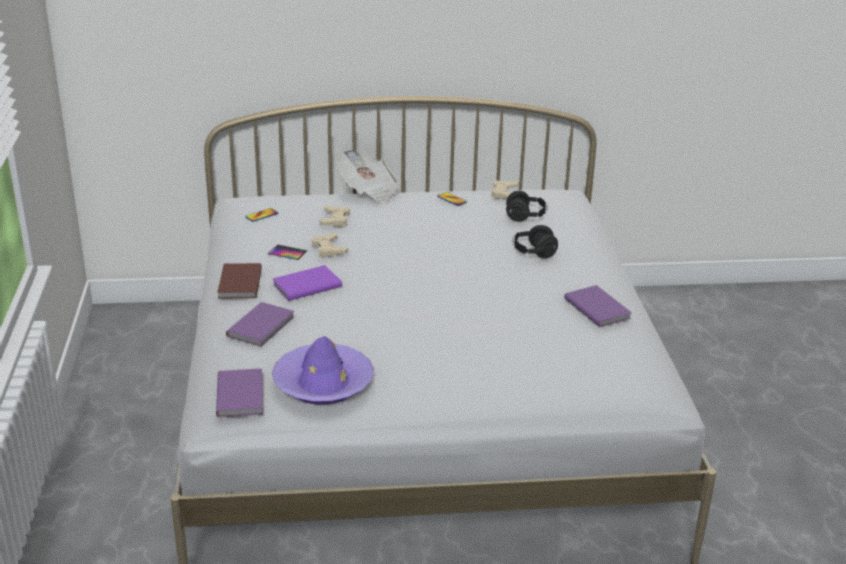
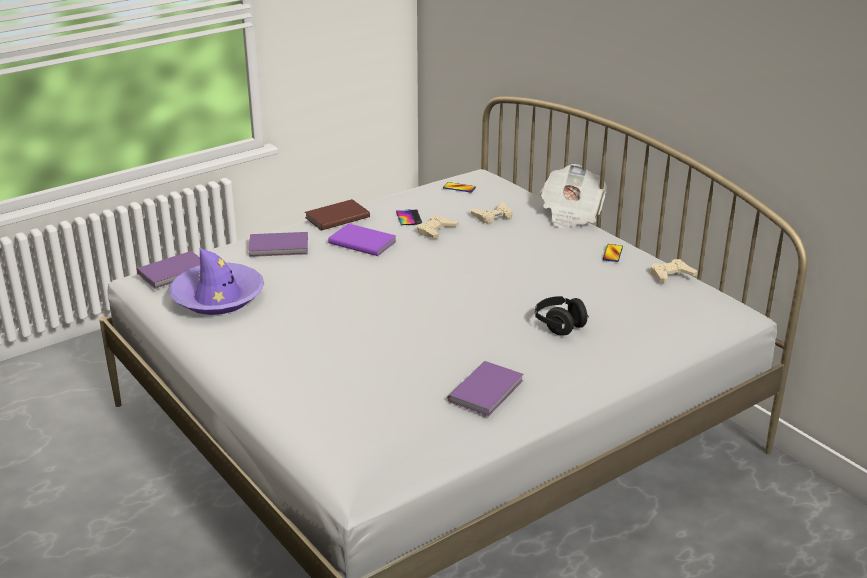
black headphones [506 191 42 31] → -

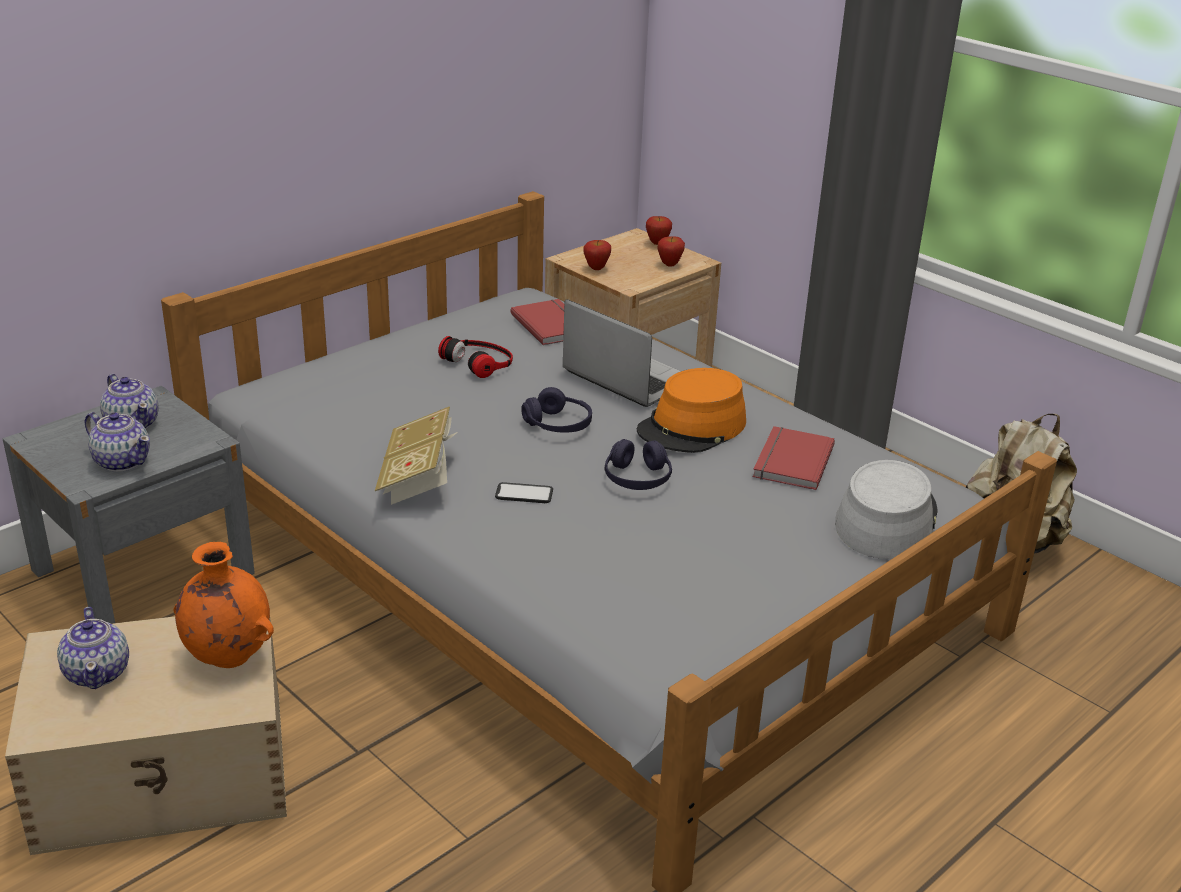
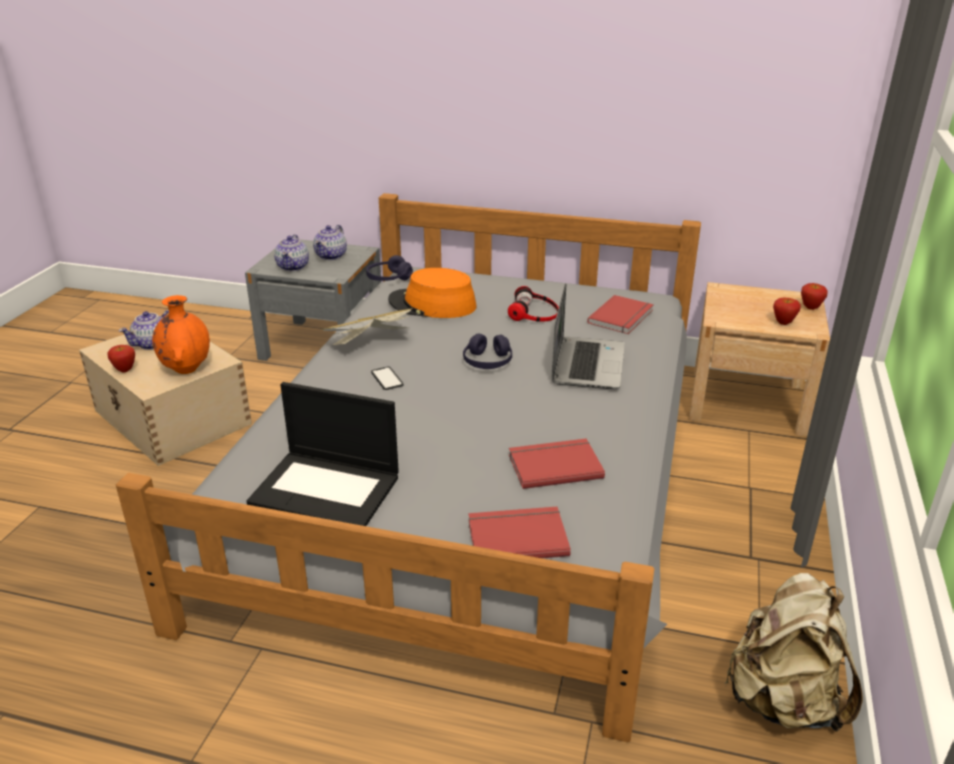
apple [583 240 28 30] → apple [107 345 28 27], shifted
orange-coloured clothing hat [637 368 109 85] → orange-coloured clothing hat [388 268 89 50], shifted
purple headphones [604 439 68 51] → purple headphones [366 255 47 26], shifted
greyish clothing hat [835 460 103 99] → reddish bound book [468 507 103 51]
- → portable computer [246 382 153 144]

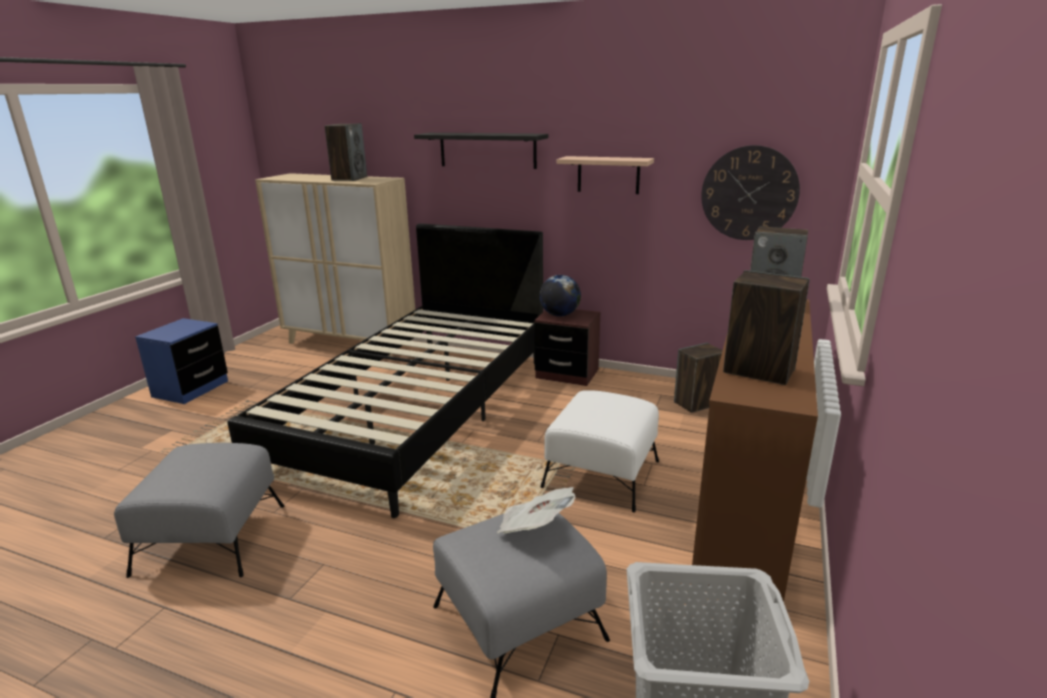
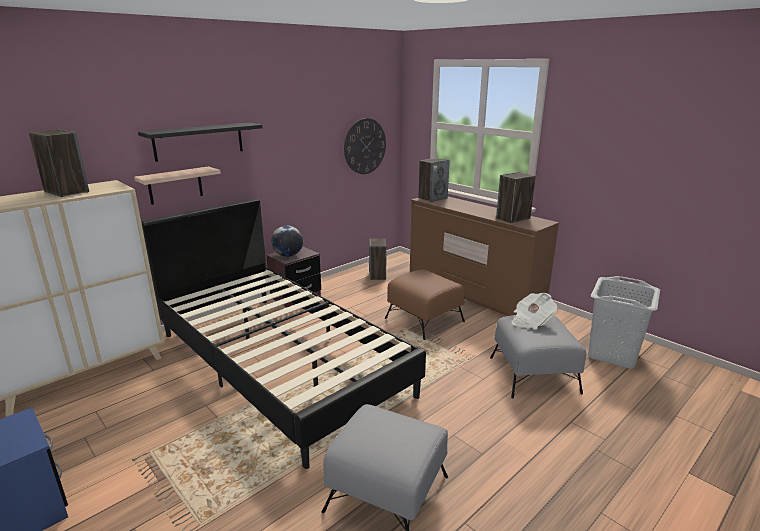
bracket shelf [557 156 97 38] → bracket shelf [134 166 87 39], shifted
whitish footrest [541 390 118 122] → brownish footrest [385 270 80 70]

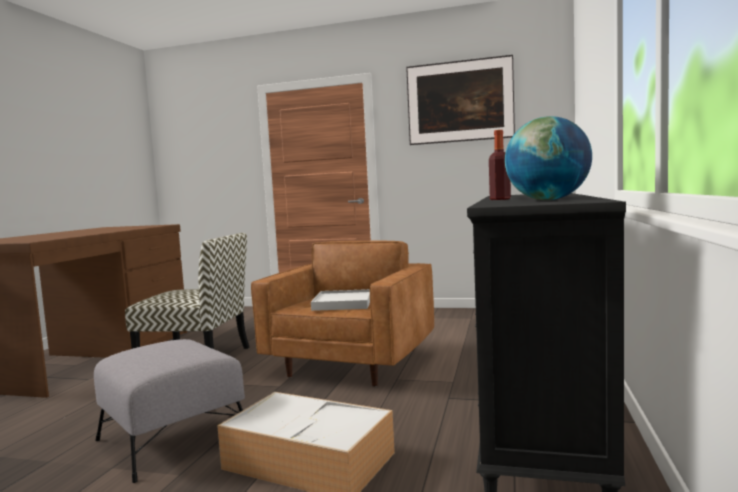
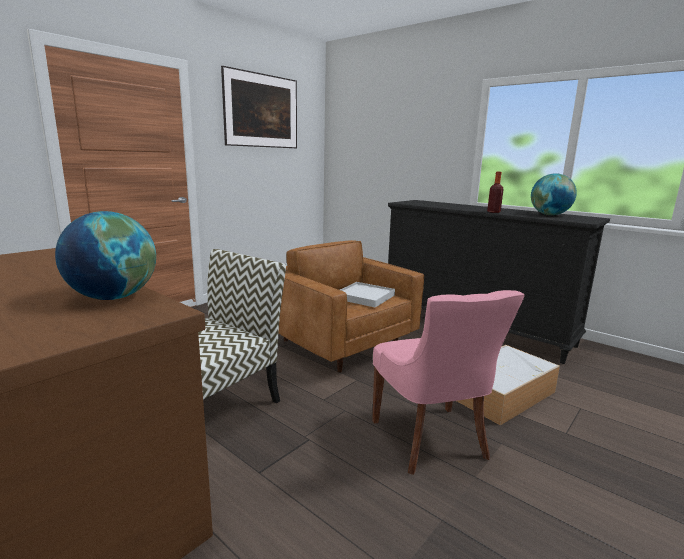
greyish footrest [94 339 151 144] → pink-coloured chair [372 290 153 185]
- → globe [55 211 101 89]

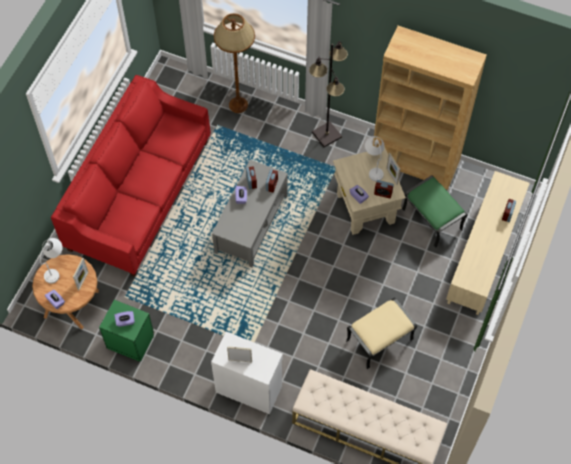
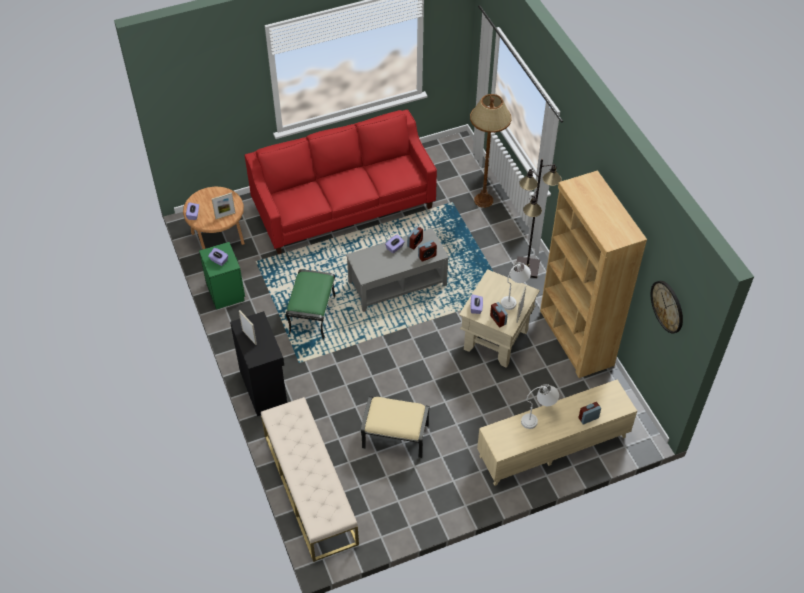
green footrest [402 175 65 73] → green footrest [286 269 50 70], shifted
whitish table lamp [40 238 23 46] → whitish table lamp [521 384 38 45], shifted
whitish storage cabinet [211 332 72 82] → black storage cabinet [230 311 57 105]
- → clock on the wall [651 281 32 53]

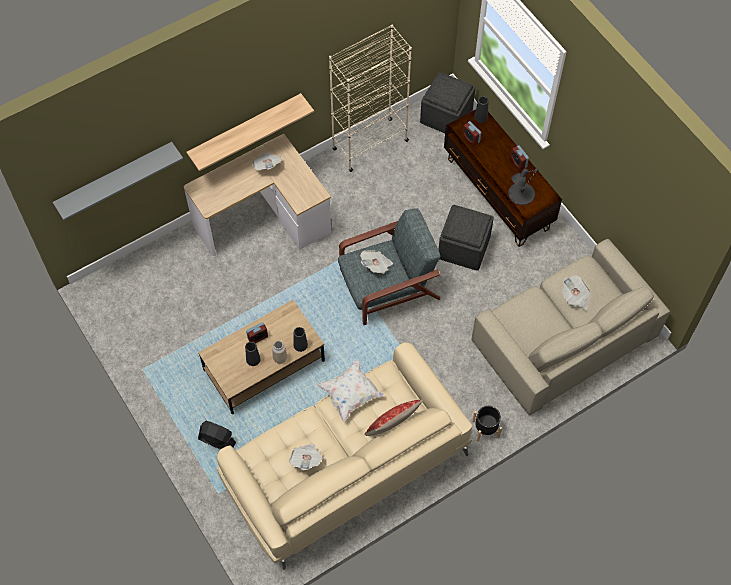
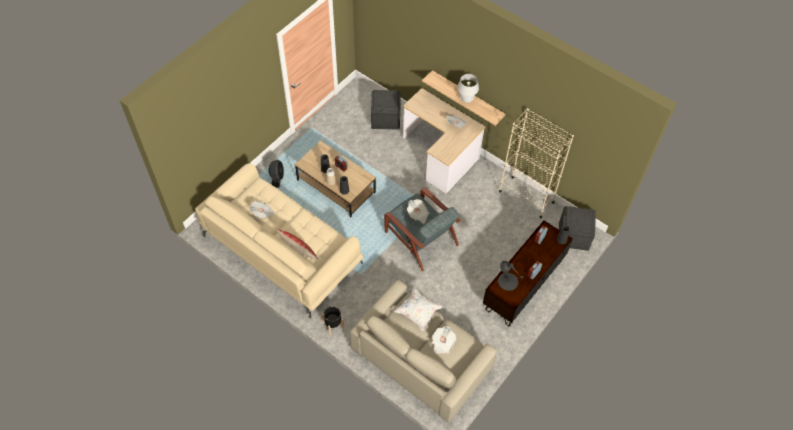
greyish bracket shelf [53 142 130 78] → -
greyish footrest [438 205 56 65] → greyish footrest [371 90 29 39], shifted
whitish pillow [316 360 68 62] → whitish pillow [394 287 48 44], shifted
- → whitish table lamp [457 74 22 29]

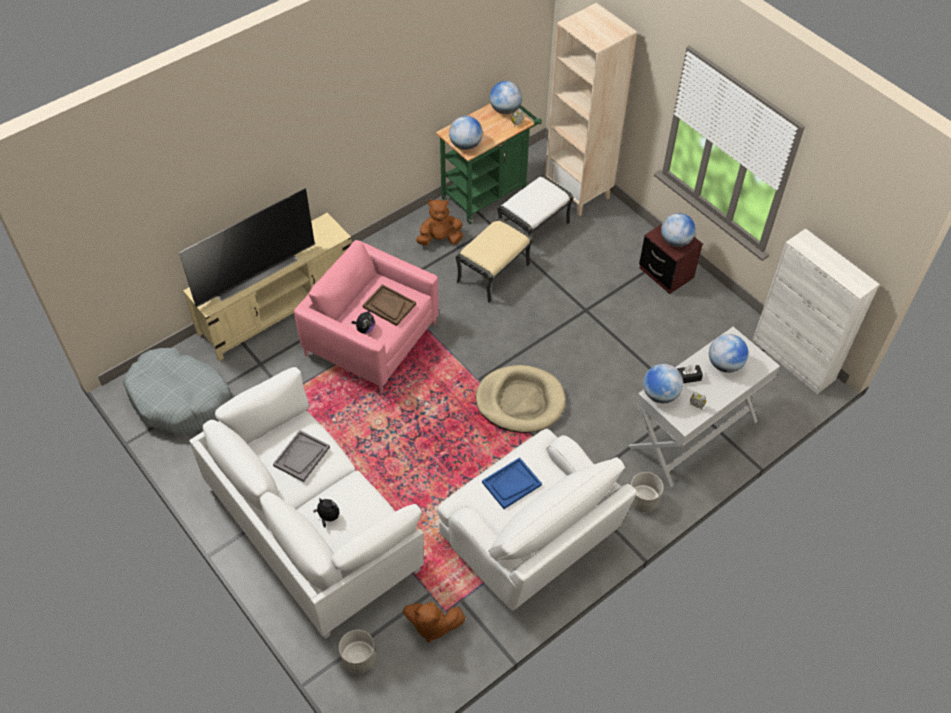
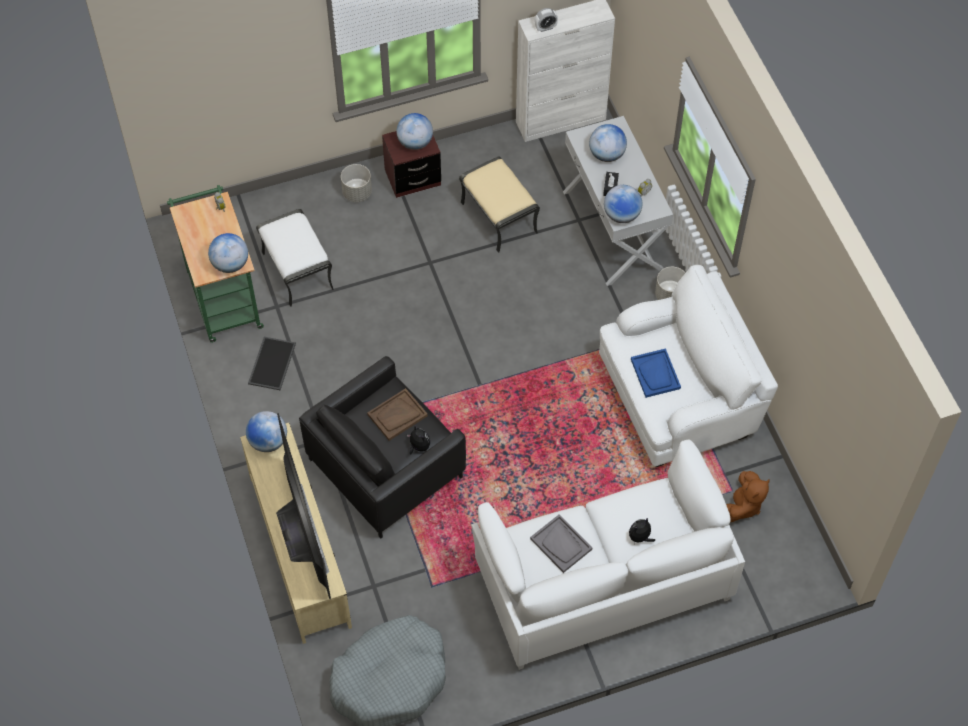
beige bookcase [545 3 92 213] → -
globe [490 81 32 33] → globe [246 411 41 41], shifted
brownish plush toy [416 200 47 46] → carrying tray [248 337 48 53]
beige footrest [456 218 77 85] → beige footrest [459 157 81 96], shifted
pink-coloured easy chair [294 240 145 154] → black easy chair [299 356 167 183]
beige dog bed [476 365 89 68] → -
greyish plant pot [339 630 37 44] → greyish plant pot [341 164 31 38], shifted
- → table clock [535 8 23 24]

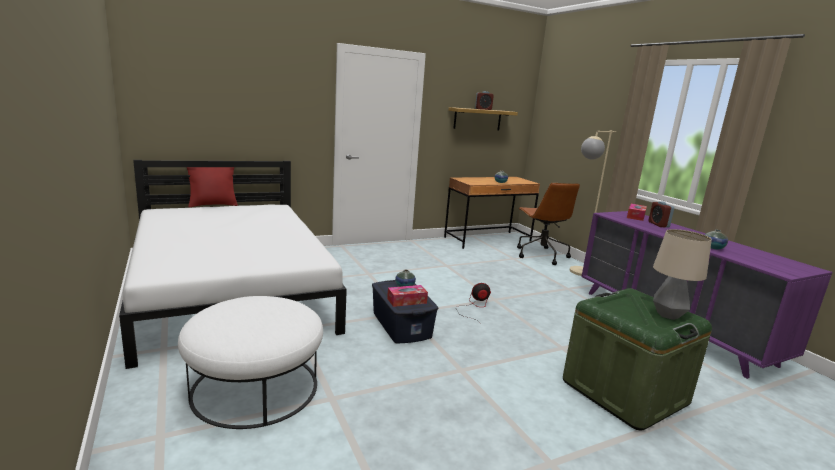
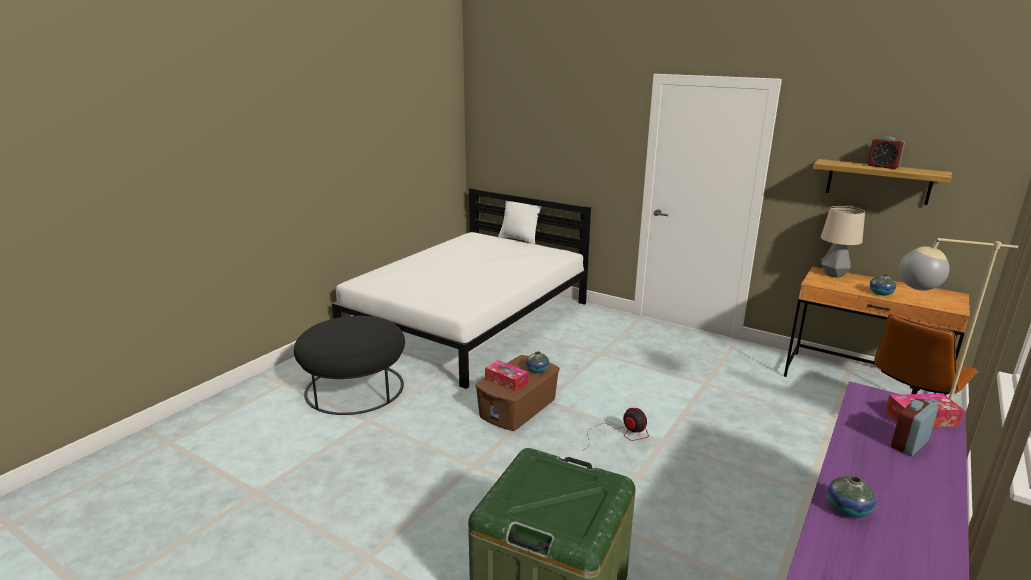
reddish pillow [187 167 51 40] → whitish pillow [498 201 44 44]
table lamp [653 229 59 91] → table lamp [821 206 44 72], shifted
bluish storage container [372 280 66 63] → brownish storage container [475 355 85 76]
whitish footrest [178 296 145 133] → black footrest [294 316 111 99]

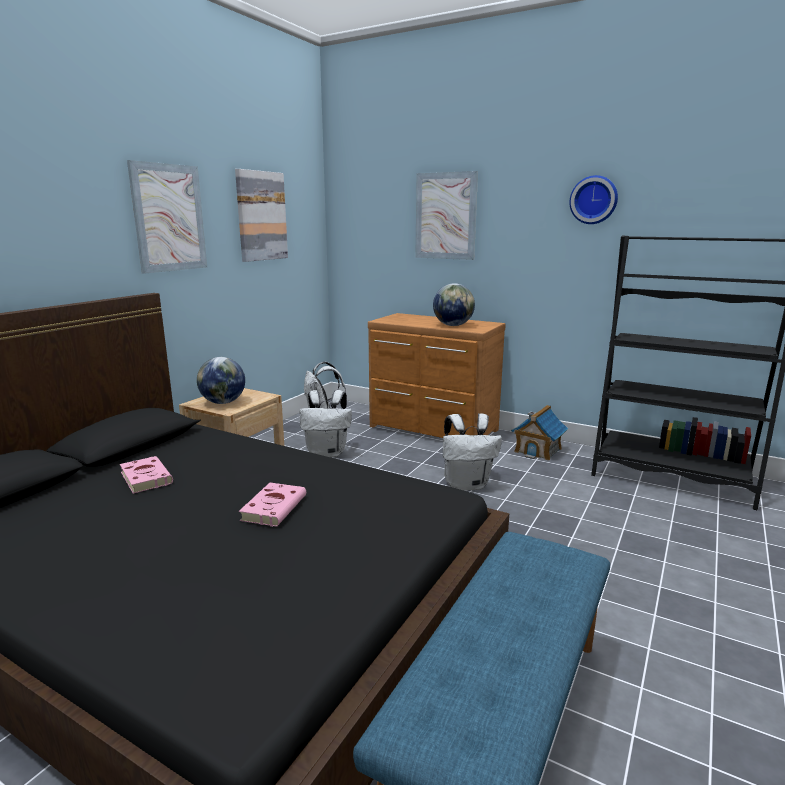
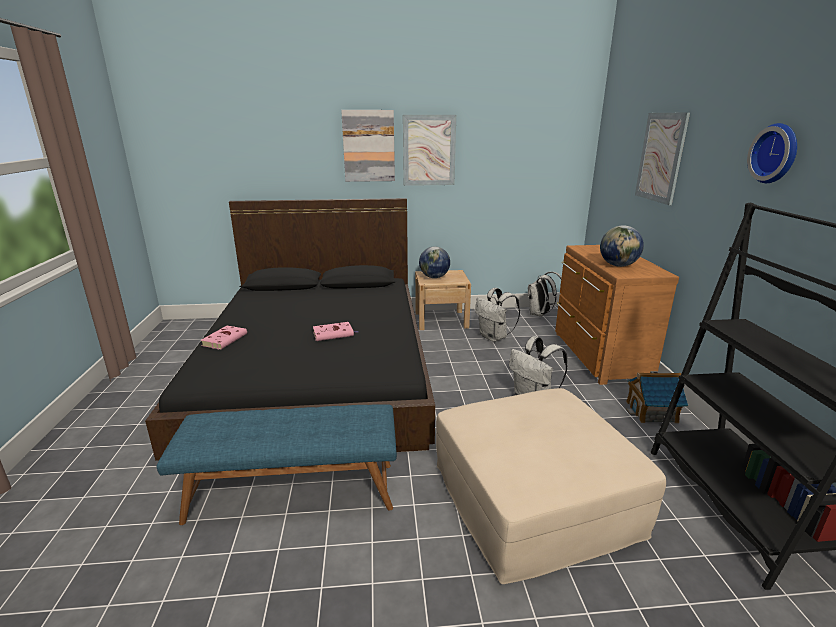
picture [235 169 53 93] → picture [341 110 54 72], shifted
pink-coloured bound book [120 456 53 38] → pink-coloured bound book [201 326 46 24], shifted
- → beige footrest [436 388 230 196]

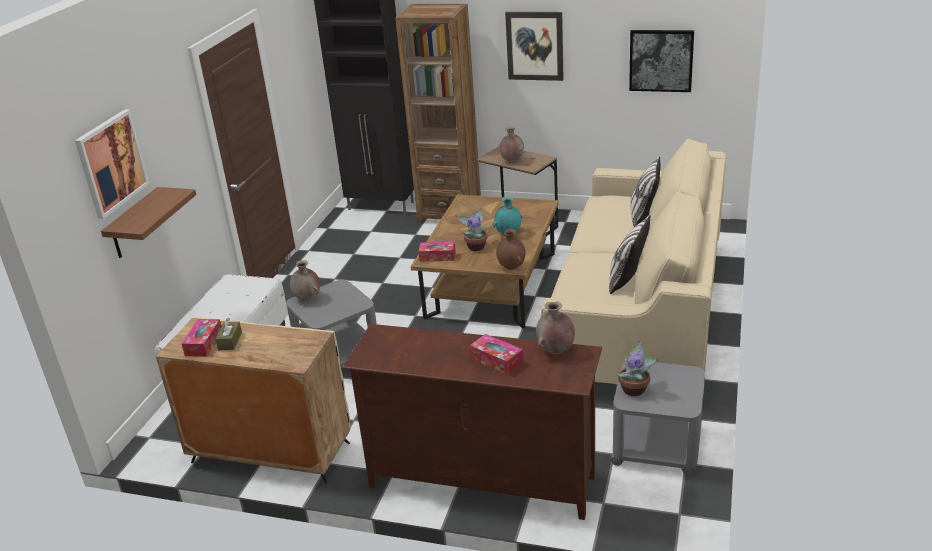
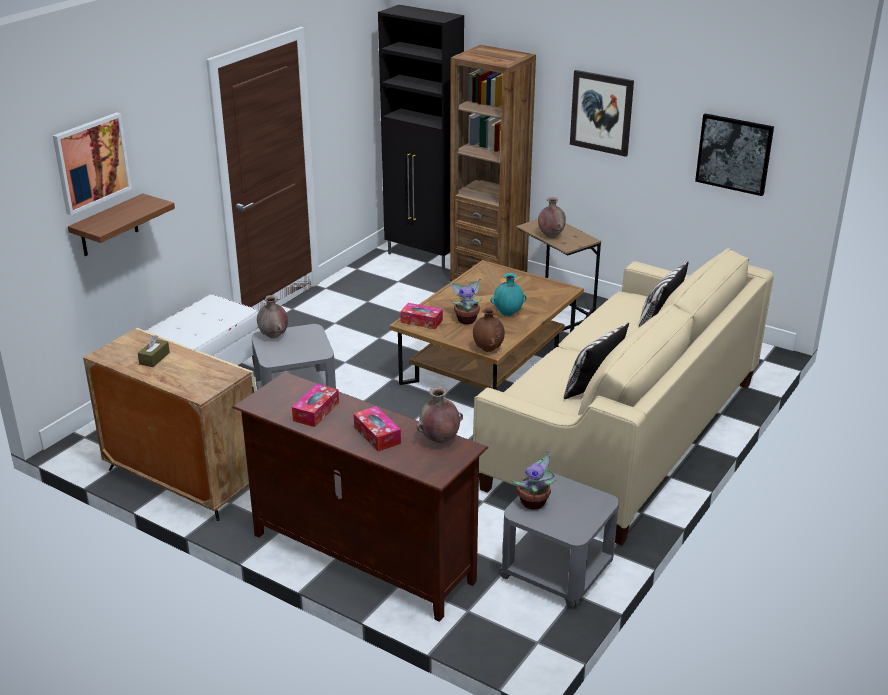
box of tissues [181 319 41 38] → box of tissues [292 384 47 43], shifted

